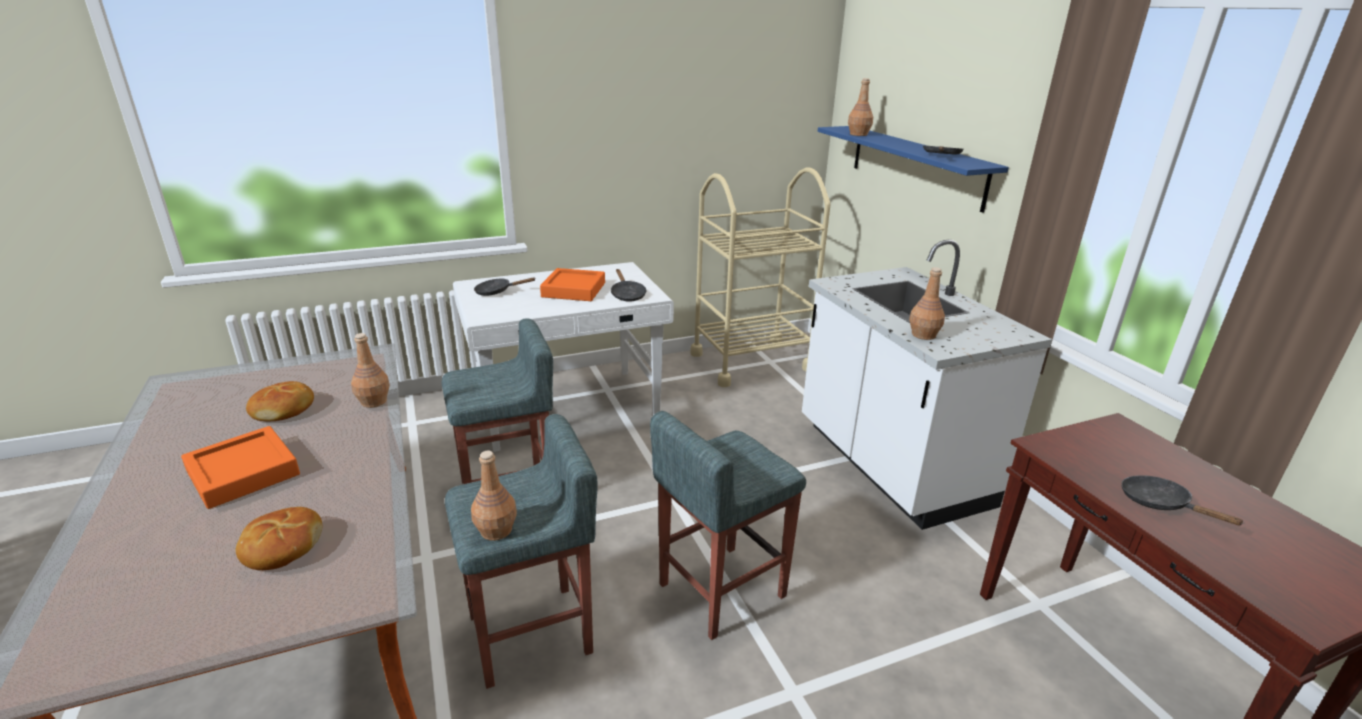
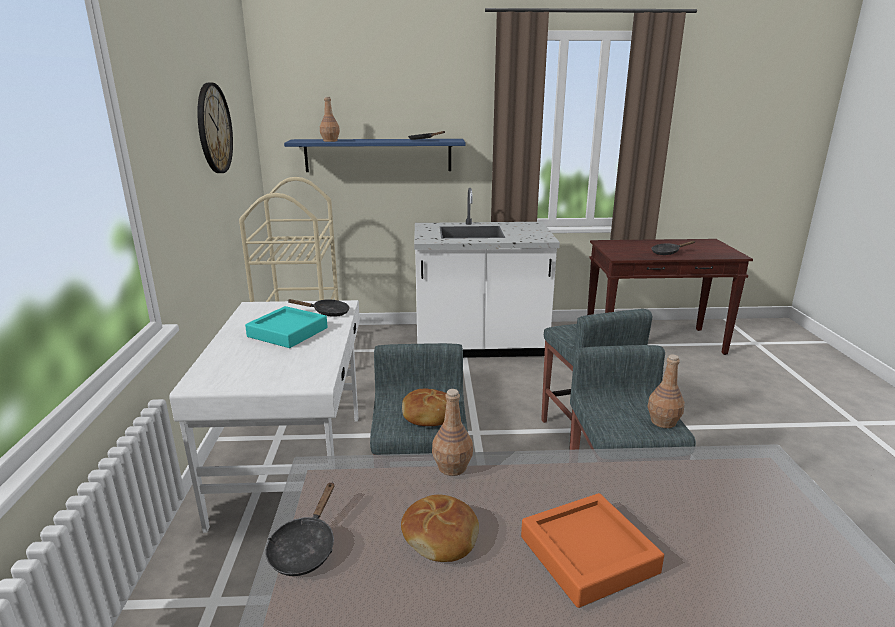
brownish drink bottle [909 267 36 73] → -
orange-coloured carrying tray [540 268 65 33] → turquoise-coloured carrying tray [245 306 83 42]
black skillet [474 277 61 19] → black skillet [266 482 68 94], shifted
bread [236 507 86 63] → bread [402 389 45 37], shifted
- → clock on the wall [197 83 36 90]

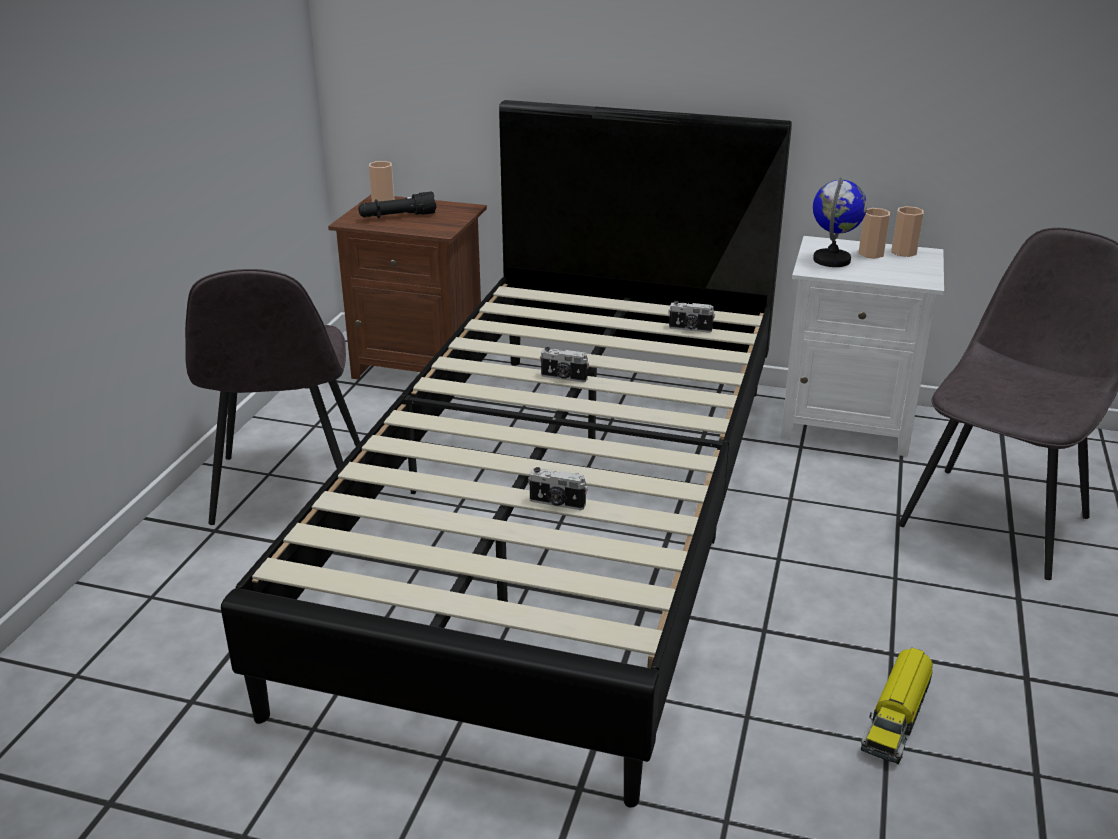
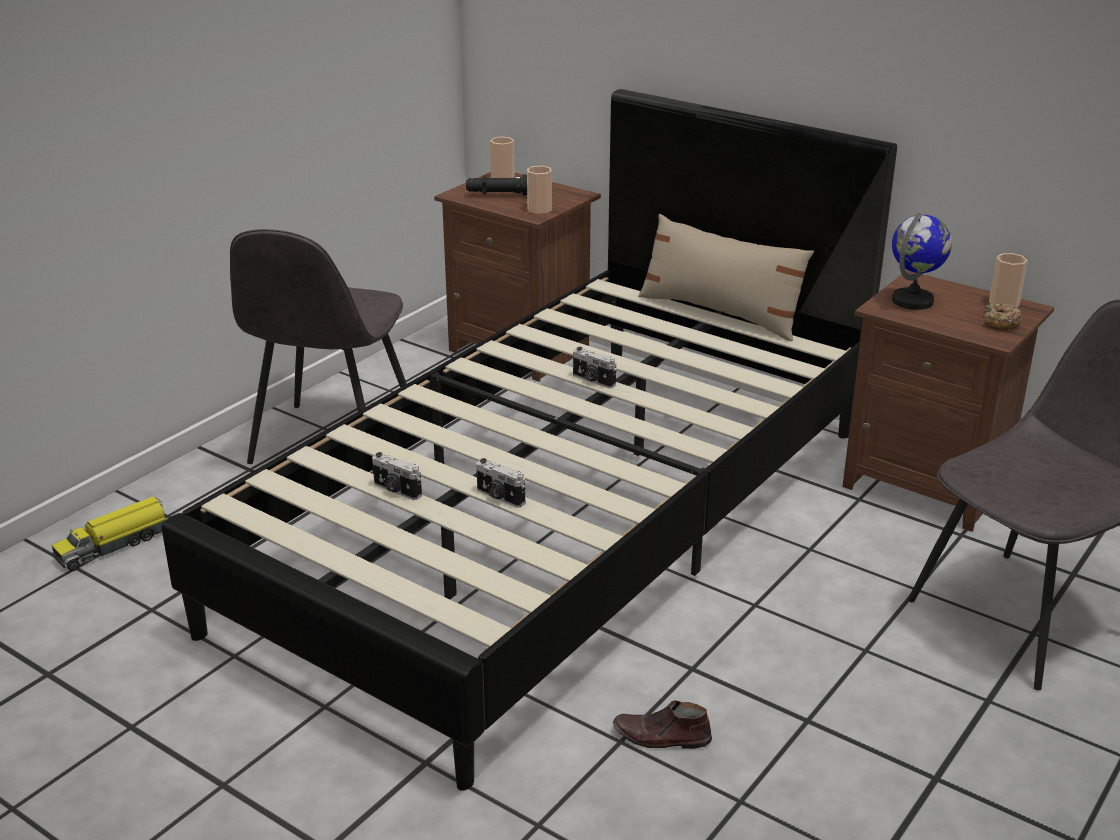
drinking cup [858 208 32 51] → drinking cup [527 166 25 48], shifted
whitish bedside table [781 236 163 221] → brownish bedside table [842 270 212 262]
still camera [668 301 47 32] → still camera [372 452 50 48], shifted
toy truck [861 648 72 116] → toy truck [52 496 113 75], shifted
- → beige pillow [638 214 176 127]
- → doughnut [983 303 39 27]
- → brownish item of footwear [613 700 99 49]

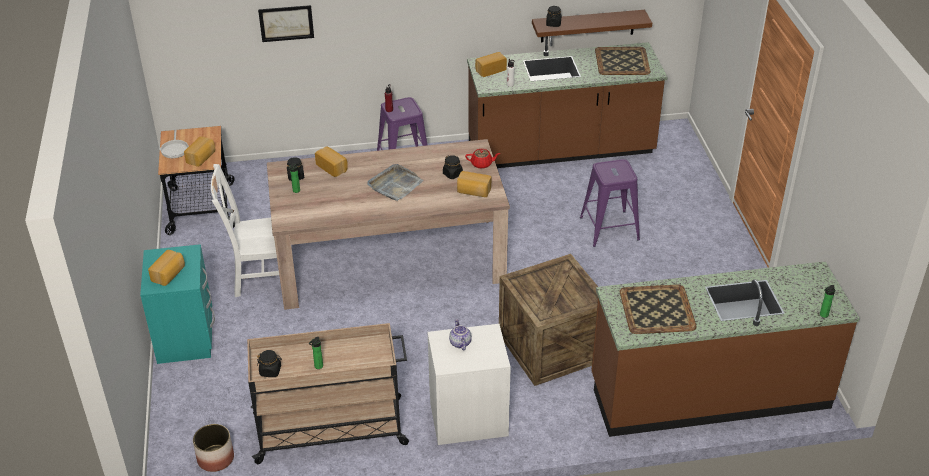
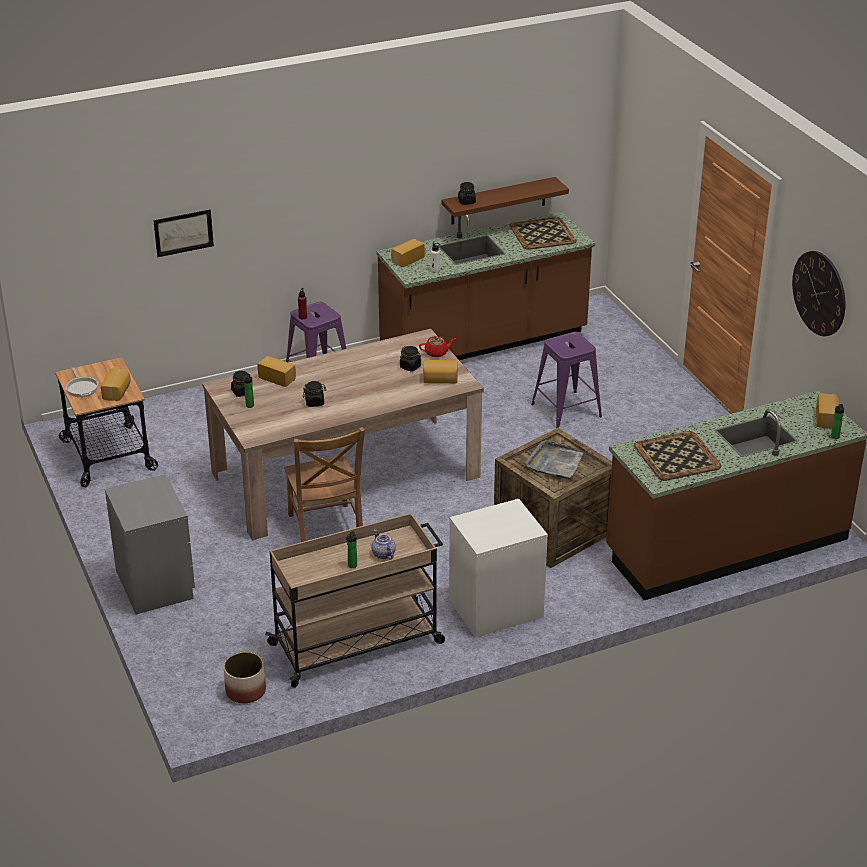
whitish chair [211 164 82 133] → -
greyish carrying tray [367 164 57 37] → greyish carrying tray [525 440 58 39], shifted
turquoise-coloured bedside table [140 244 75 120] → greyish bedside table [105 474 90 140]
bread [148 250 37 36] → bread [816 393 24 36], shifted
tea pot [449 319 23 32] → tea pot [372 529 24 31], shifted
black preserve jar [257 350 25 27] → black preserve jar [303 381 23 26], shifted
- → clock on the wall [792 251 53 85]
- → brownish chair [284 427 81 115]

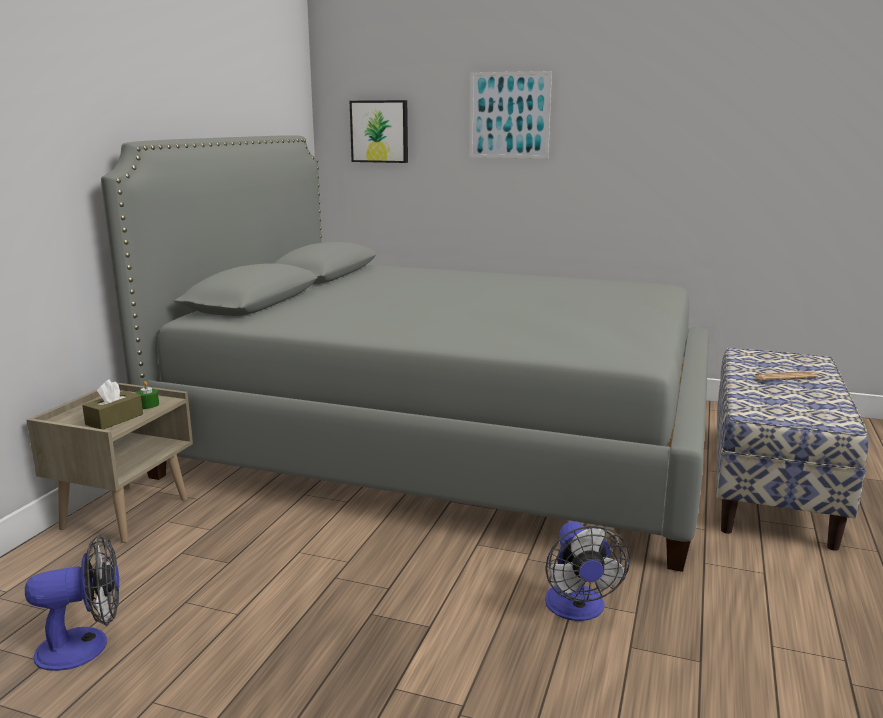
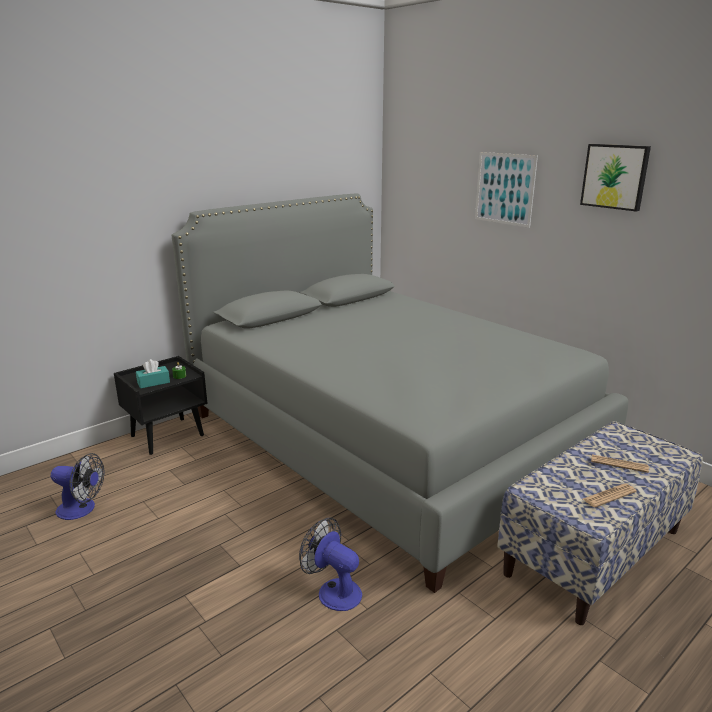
picture [350 100 58 63] → picture [580 144 71 68], shifted
brownish box of tissues [82 379 61 51] → turquoise-coloured box of tissues [136 359 34 29]
beige bedside table [27 383 166 160] → black bedside table [114 356 94 99]
fan [545 521 85 100] → fan [299 517 63 94], 105 degrees clockwise
- → newspaper [583 484 54 24]

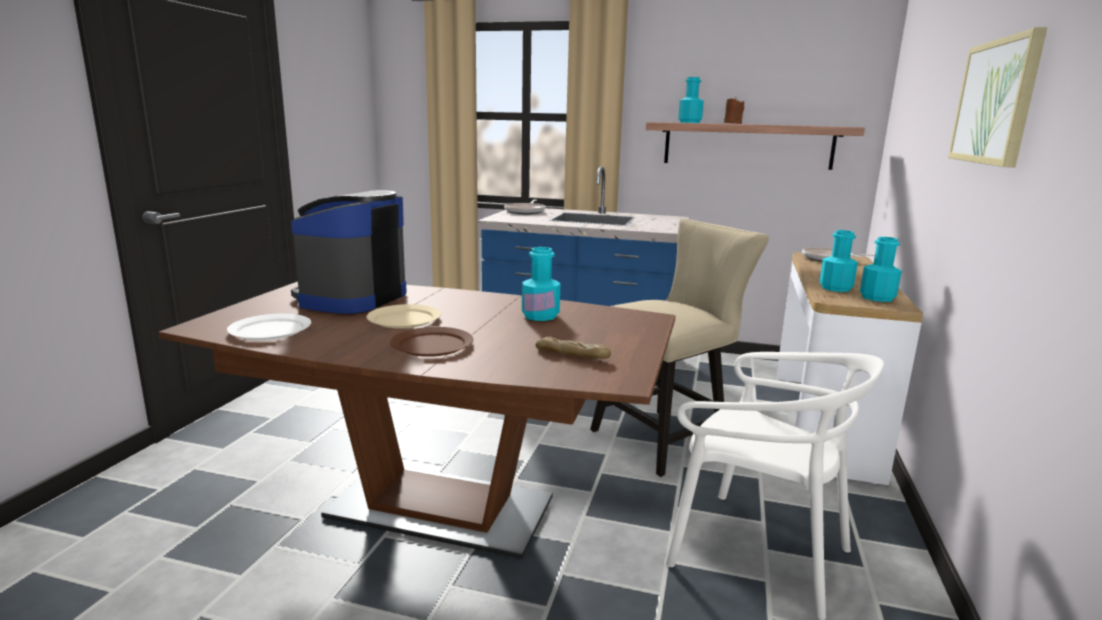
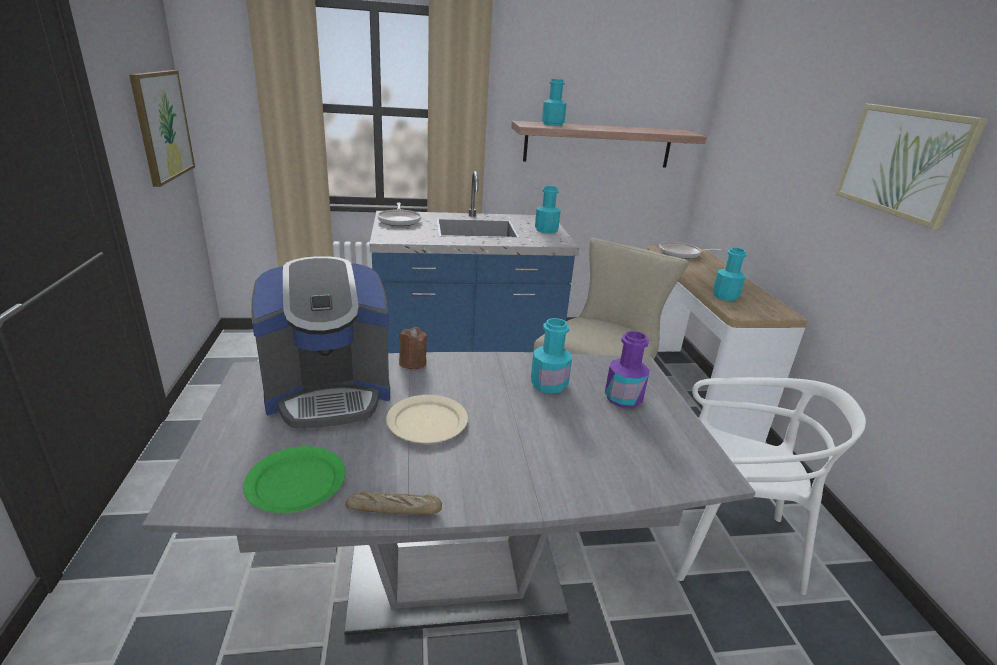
brownish wax candle [724 97 20 27] → brownish wax candle [399 327 28 42], shifted
coffee machine [291 190 115 124] → coffee machine [251 256 139 173], 105 degrees counterclockwise
turquoise-coloured drink bottle [860 237 42 65] → turquoise-coloured drink bottle [535 186 26 48], shifted
brownish dining table [159 282 517 277] → greyish dining table [142 352 614 283]
whitish flat dish [227 314 84 27] → green flat dish [243 446 103 67]
brownish flat dish [390 327 83 30] → -
bread [536 337 75 22] → bread [346 491 96 23], shifted
- → picture [129 70 66 117]
- → purple drink bottle [605 331 45 77]

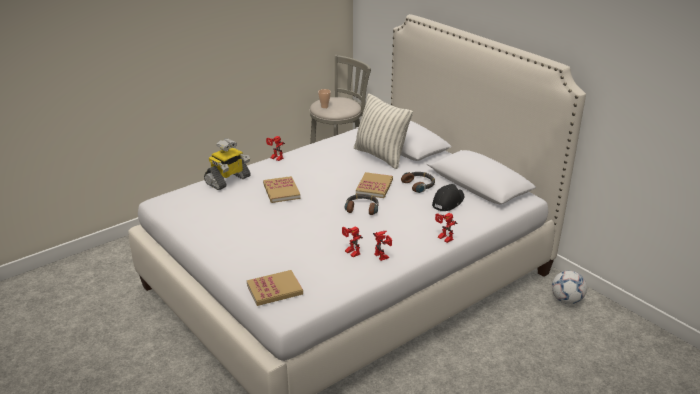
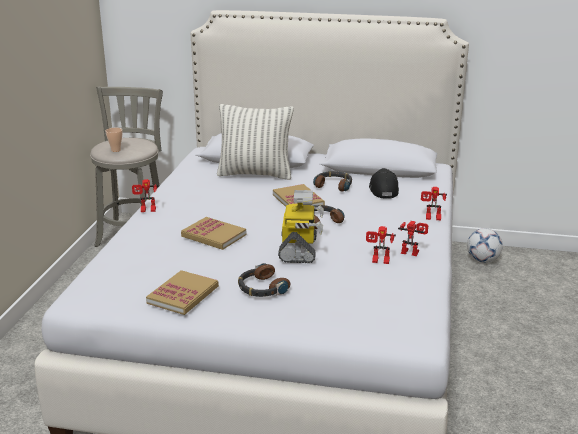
toy robot [204 139 47 51] → toy robot [278 190 46 73], shifted
bound book [247 270 56 36] → bound book [146 270 73 45], shifted
- → headphones [238 263 52 34]

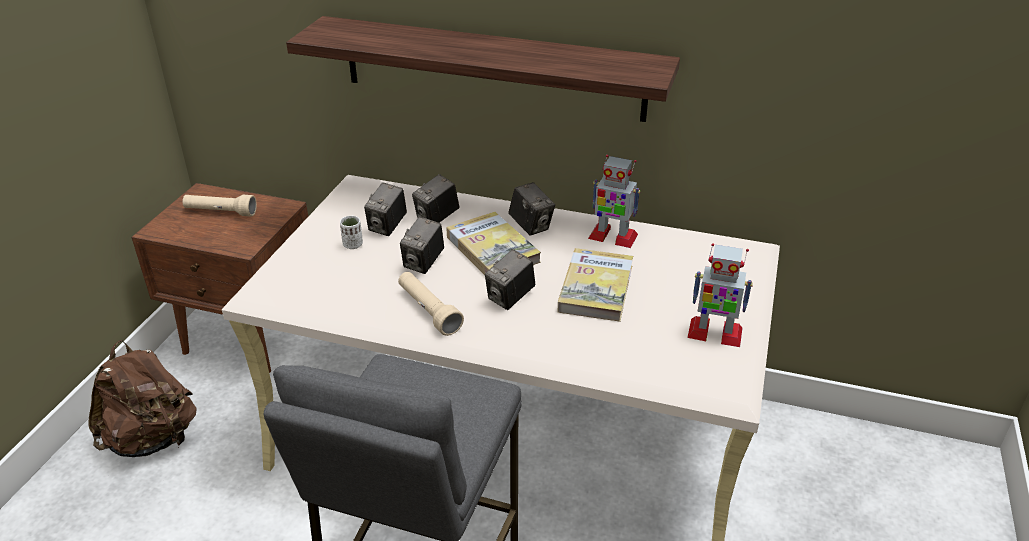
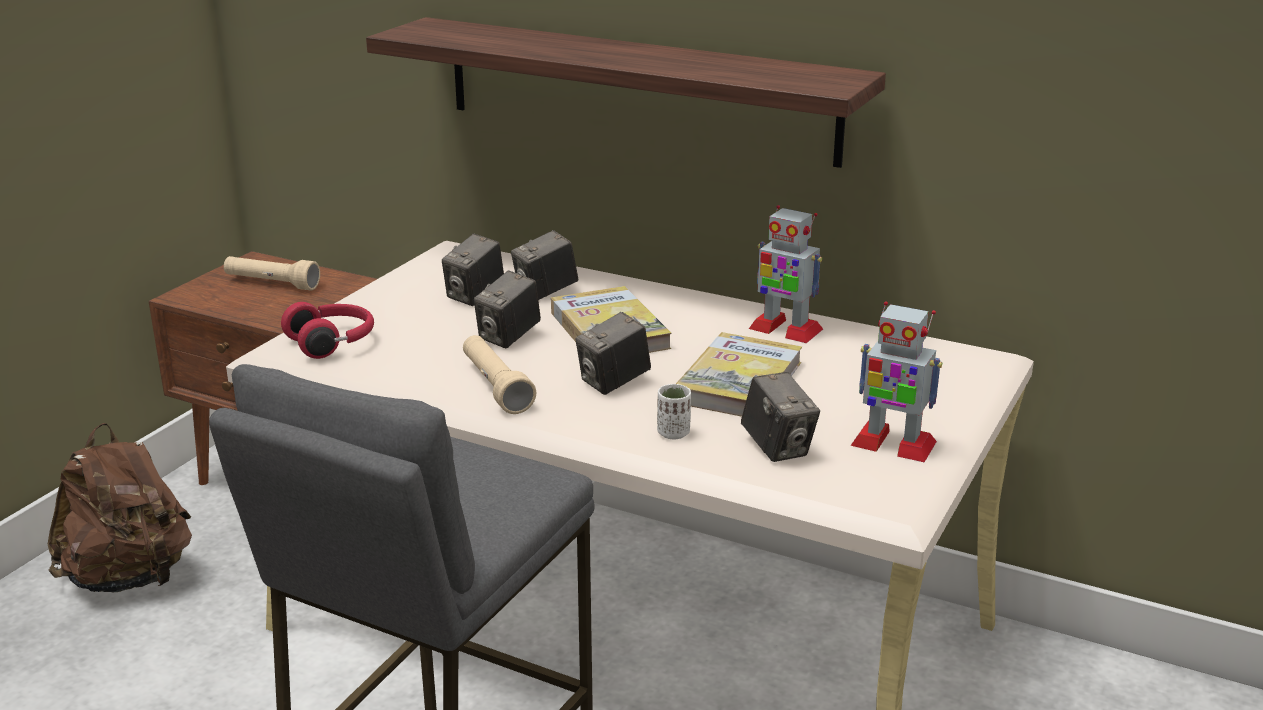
still camera [509 182 46 53] → still camera [741 372 79 90], shifted
whitish drinking cup [340 216 23 33] → whitish drinking cup [657 384 34 55], shifted
- → reddish headphones [281 302 93 57]

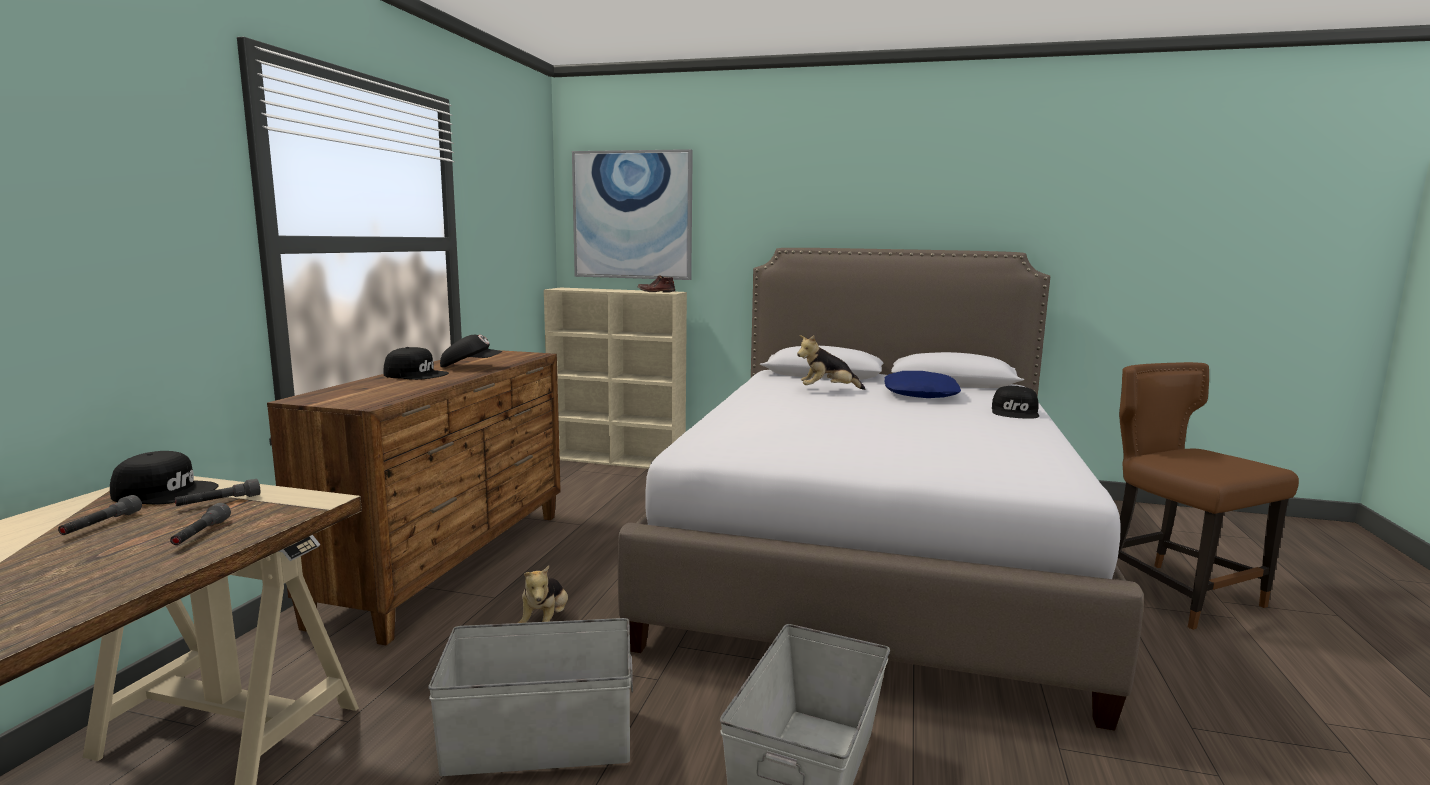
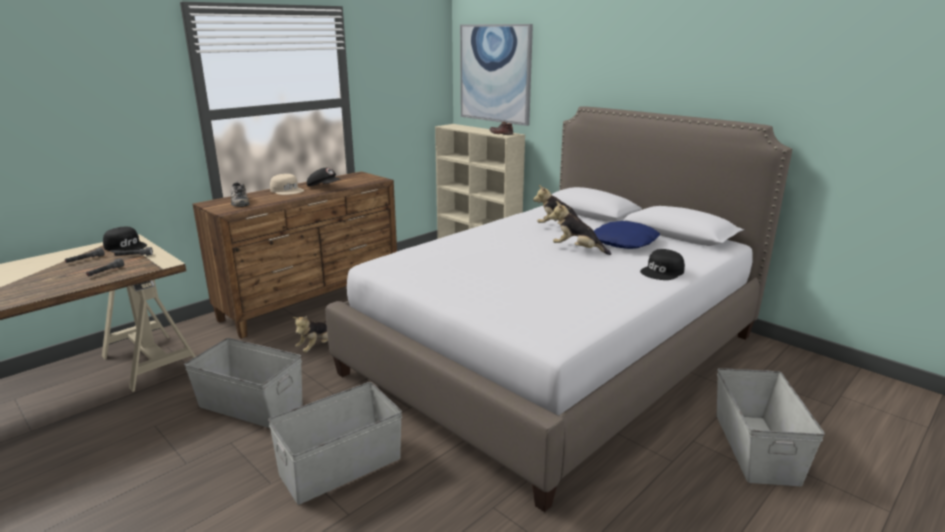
black peaked cap [383 347 66 33] → beige peaked cap [270 174 34 21]
brownish chair [1118 362 181 268] → greyish storage container [717 368 108 118]
- → item of footwear [231 182 19 25]
- → plush toy [549 201 62 54]

